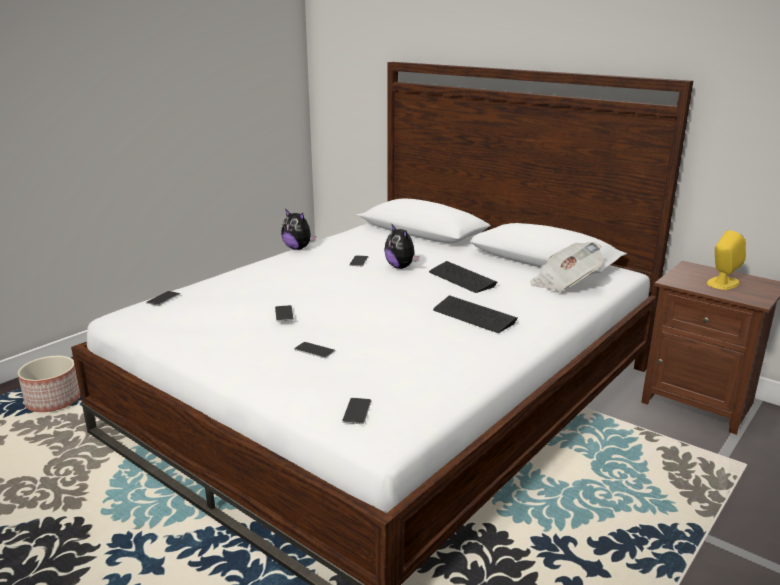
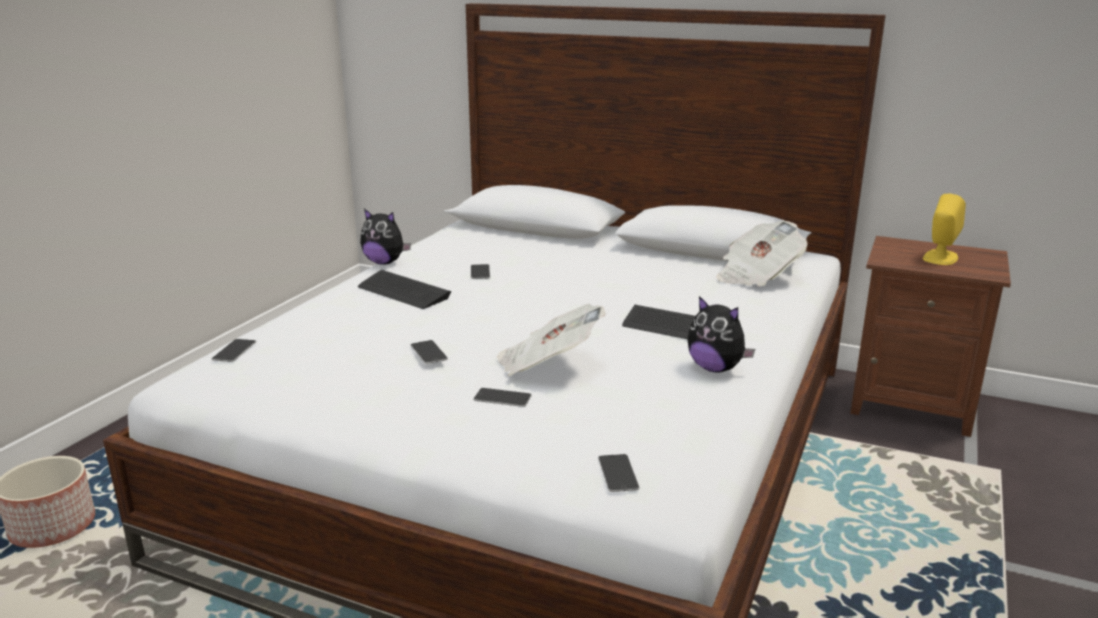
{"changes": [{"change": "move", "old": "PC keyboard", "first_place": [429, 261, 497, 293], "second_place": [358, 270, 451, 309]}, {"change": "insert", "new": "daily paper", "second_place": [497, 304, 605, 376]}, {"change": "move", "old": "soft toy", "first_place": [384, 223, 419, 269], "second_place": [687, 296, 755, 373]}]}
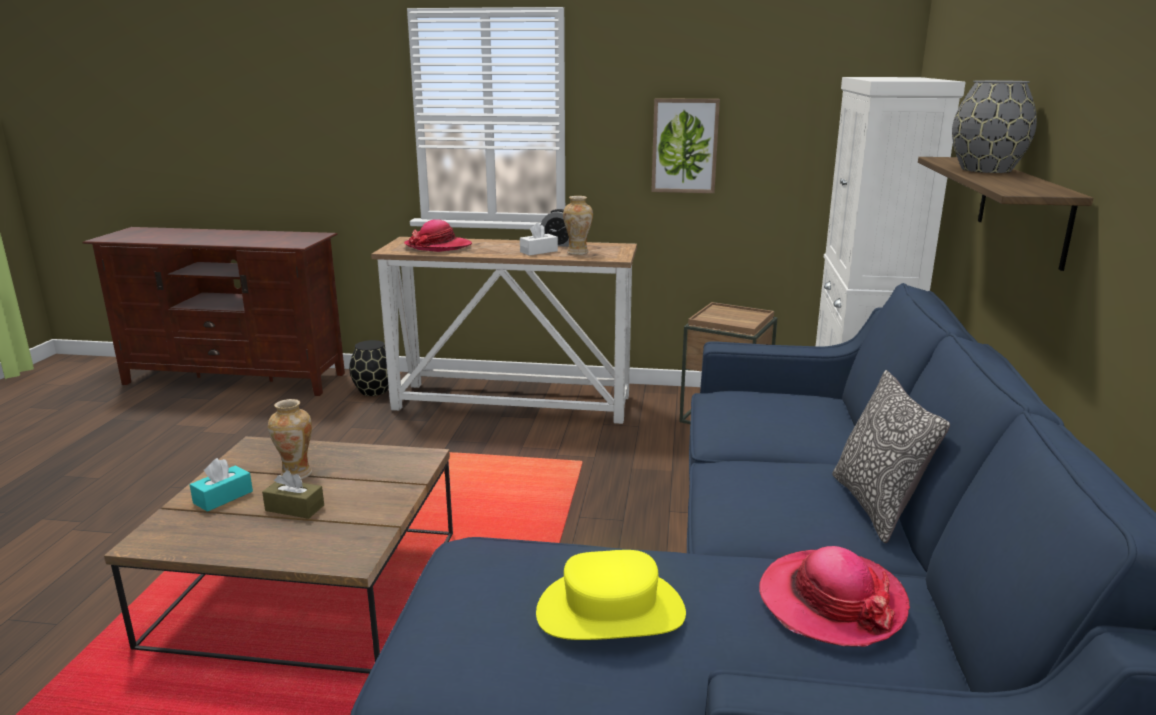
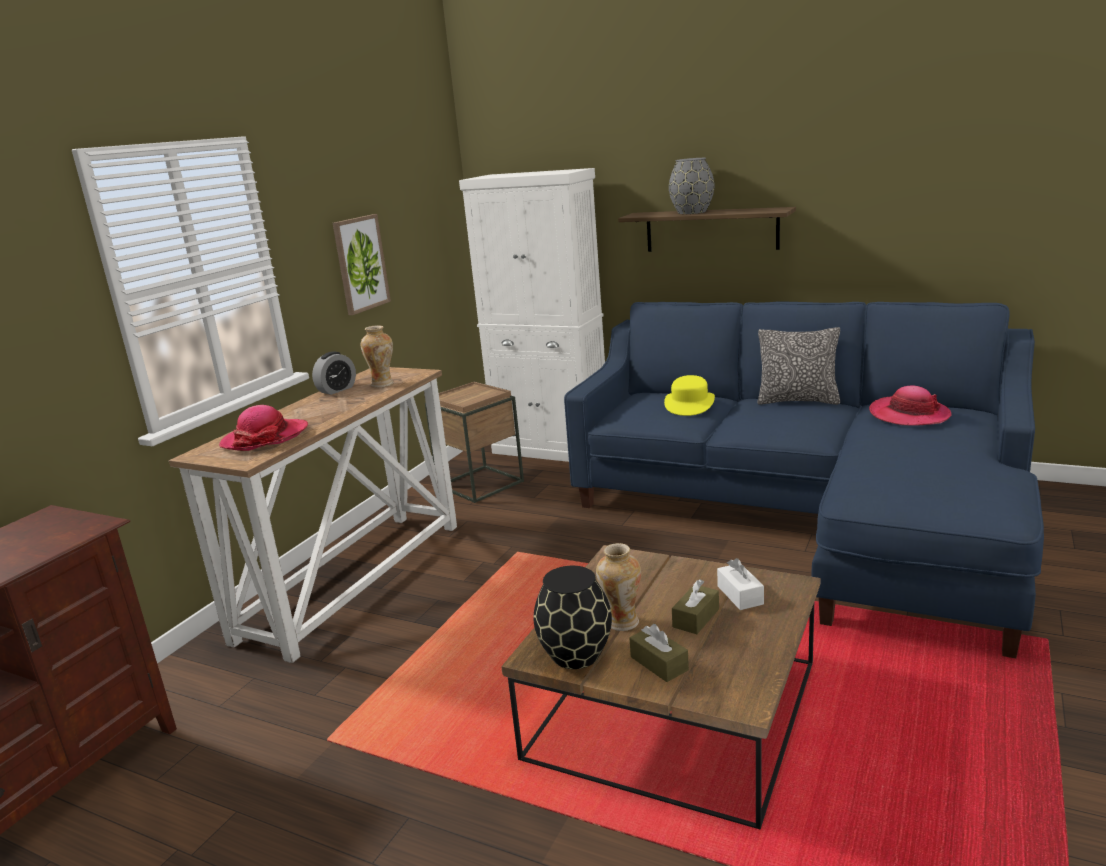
{"changes": [{"change": "move", "old": "black-coloured flower vase", "first_place": [349, 340, 389, 396], "second_place": [534, 566, 612, 669]}, {"change": "recolor", "old": "turquoise-coloured tissue box", "new": "brownish tissue box", "first_place": [190, 458, 253, 512], "second_place": [630, 624, 689, 682]}, {"change": "move", "old": "yellow clothing hat", "first_place": [536, 550, 686, 640], "second_place": [664, 375, 715, 416]}, {"change": "move", "old": "white tissue box", "first_place": [520, 223, 558, 256], "second_place": [717, 558, 764, 610]}]}
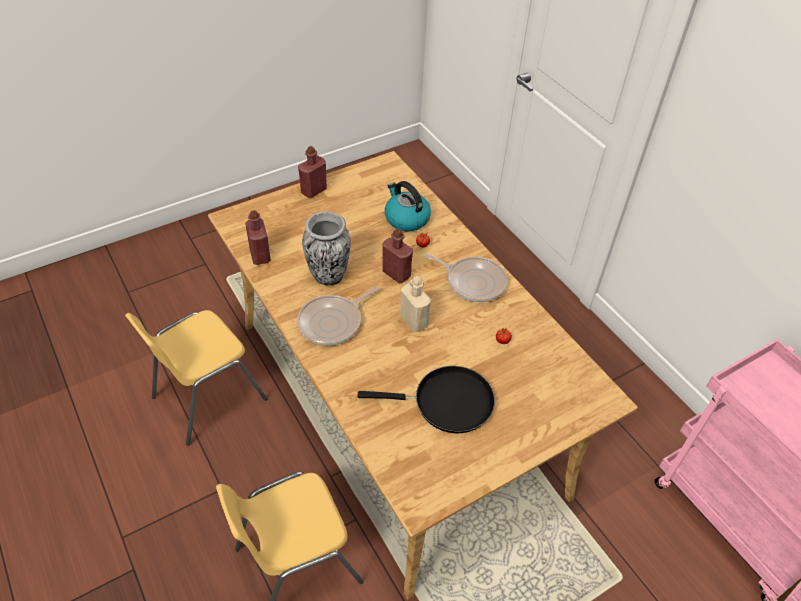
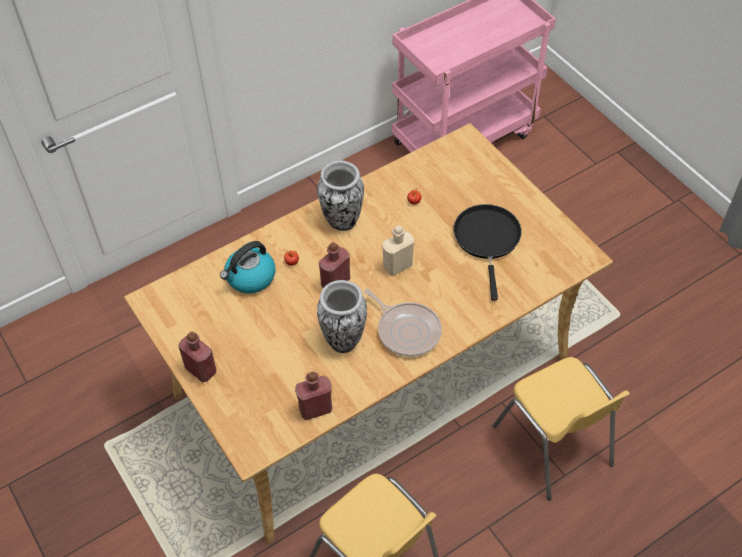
{"changes": [{"change": "replace", "old": "skillet", "new": "flower vase", "first_place": [424, 253, 508, 302], "second_place": [317, 161, 364, 231]}]}
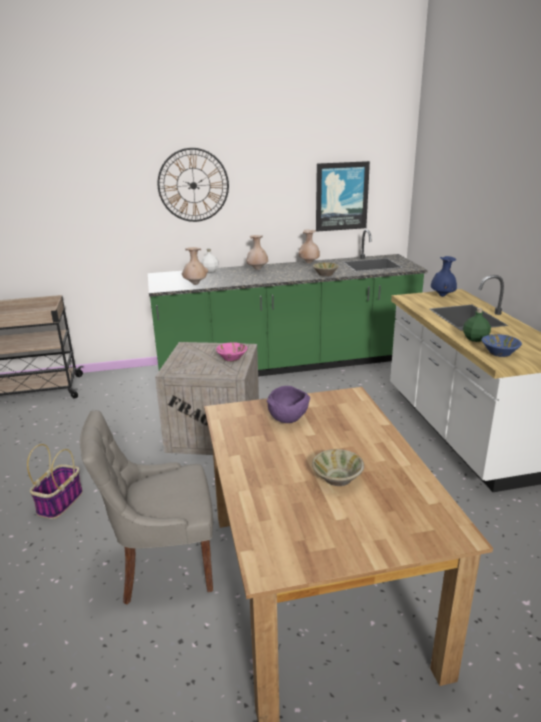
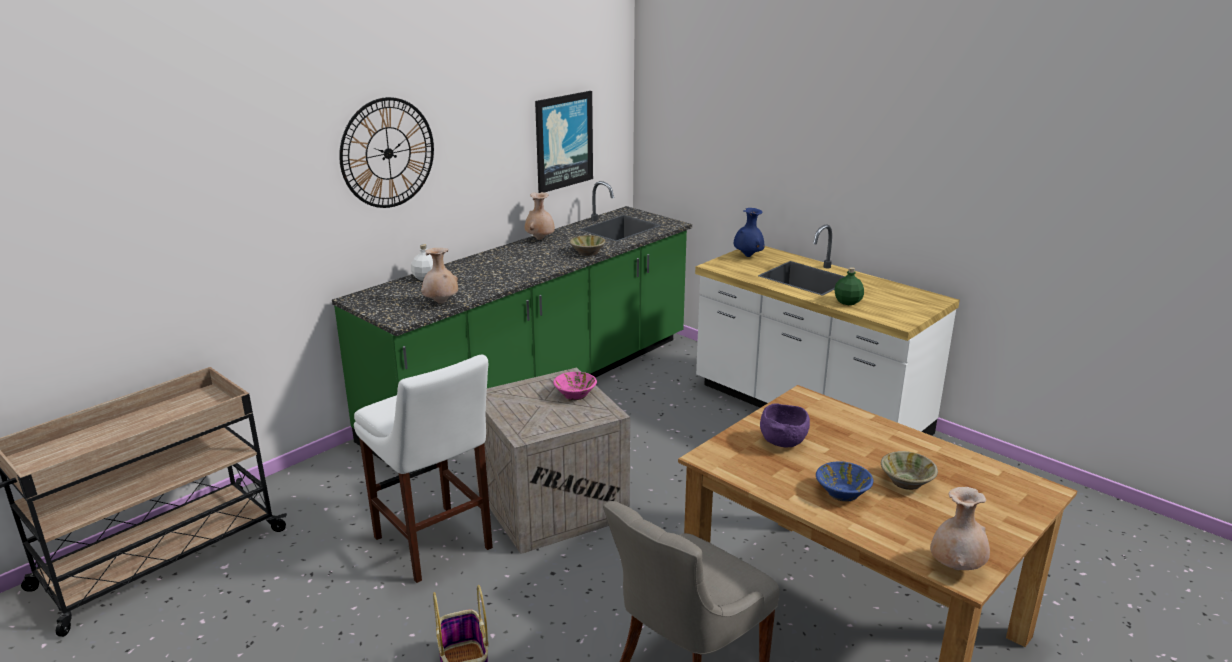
{"changes": [{"change": "insert", "new": "white sitting stool", "second_place": [354, 355, 493, 583]}, {"change": "move", "old": "blue-coloured serving bowl", "first_place": [481, 334, 522, 357], "second_place": [816, 461, 874, 501]}, {"change": "move", "old": "beige-coloured flower vase", "first_place": [246, 235, 268, 270], "second_place": [930, 487, 990, 570]}]}
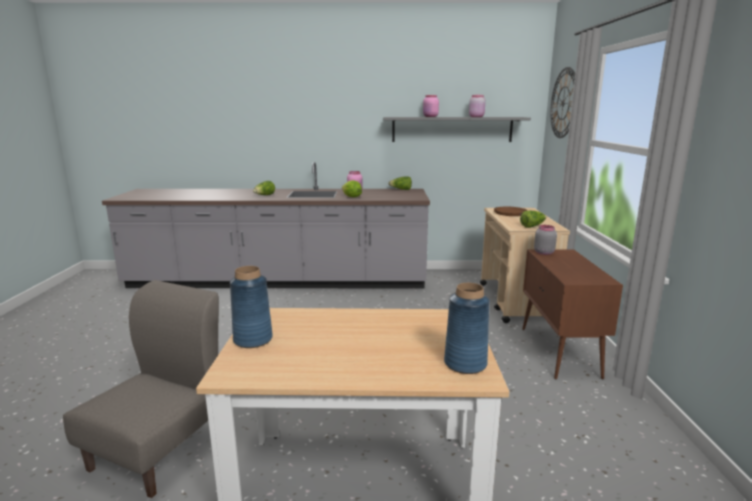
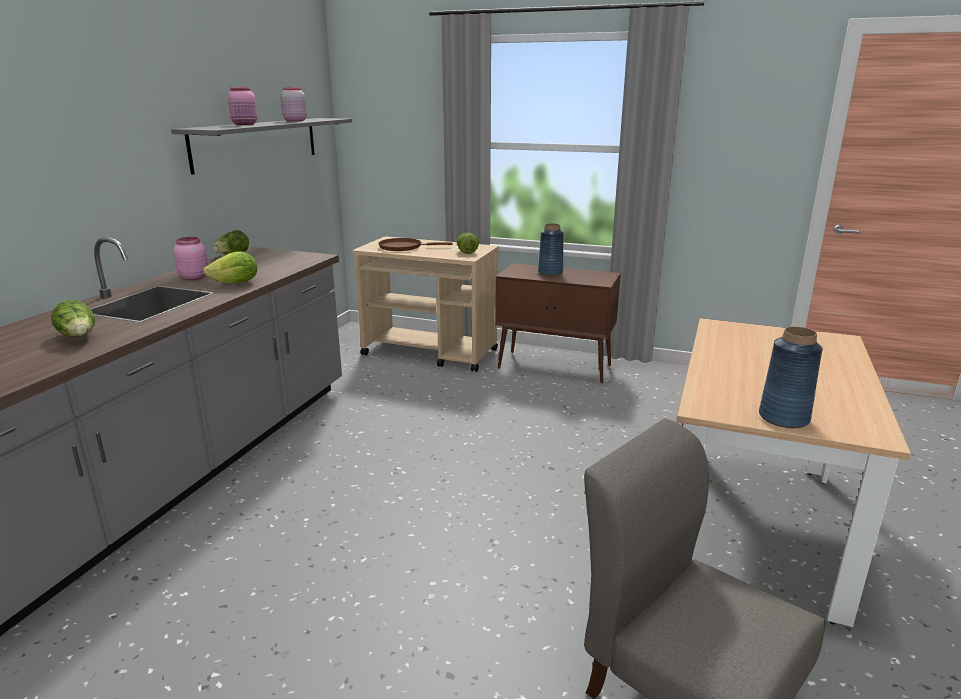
{"changes": [{"change": "move", "old": "blue-coloured flower vase", "first_place": [444, 283, 490, 374], "second_place": [538, 223, 564, 276]}, {"change": "delete", "old": "greyish jar", "first_place": [534, 225, 557, 255]}, {"change": "delete", "old": "hanging clock", "first_place": [550, 67, 575, 138]}]}
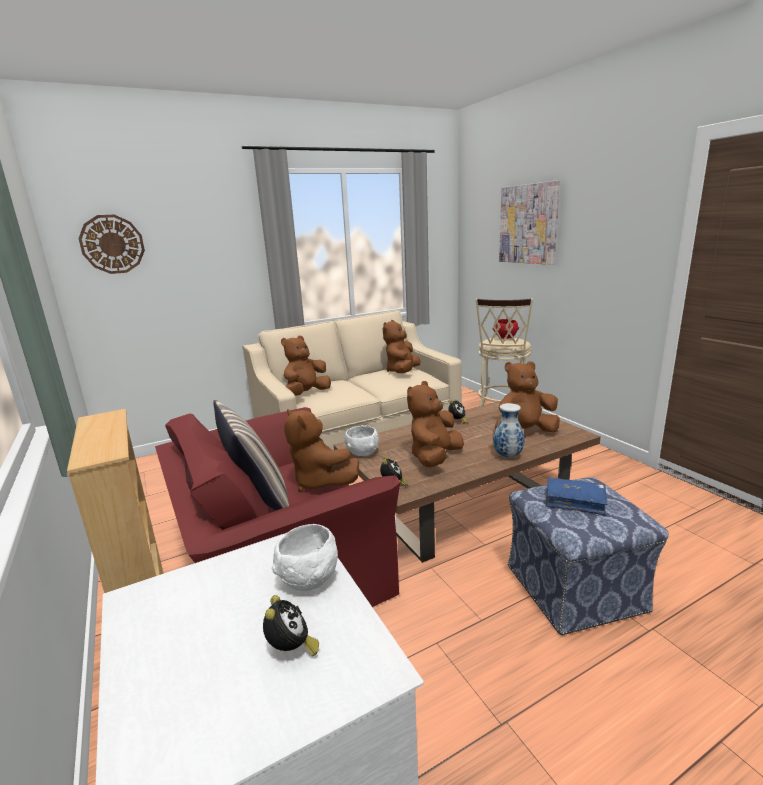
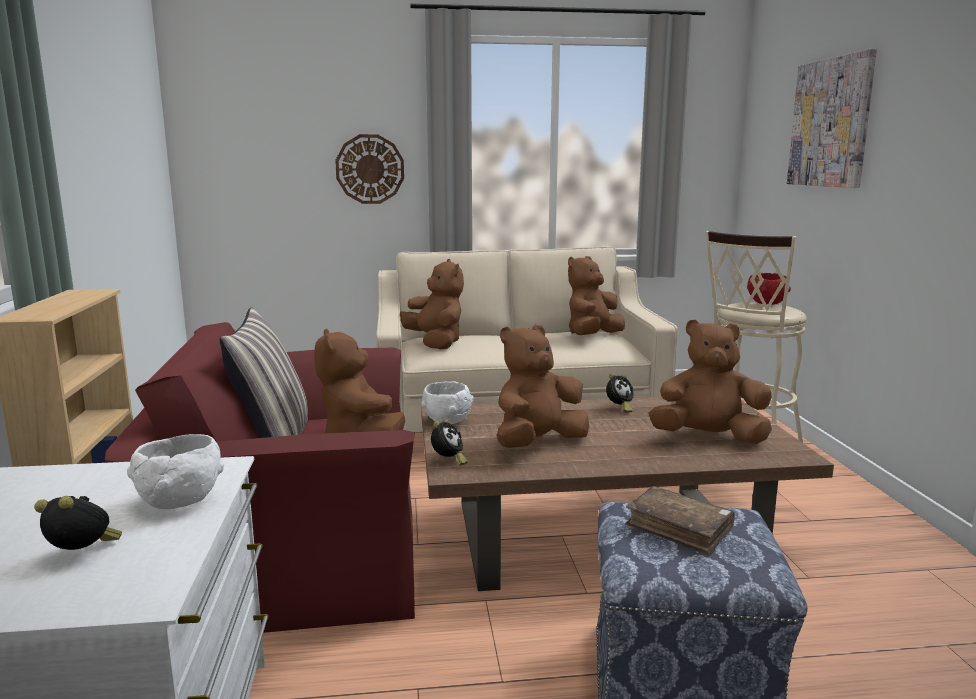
{"changes": [{"change": "rotate", "old": "bedside clock", "first_place": [263, 595, 319, 656], "second_place": [34, 496, 122, 550], "degrees": -90}, {"change": "move", "old": "hanging clock", "first_place": [78, 215, 145, 274], "second_place": [335, 134, 404, 204]}, {"change": "rotate", "old": "brownish soft toy", "first_place": [281, 336, 331, 396], "second_place": [400, 259, 464, 349], "degrees": 90}, {"change": "recolor", "old": "blue-coloured book", "new": "brownish book", "first_place": [545, 477, 608, 515], "second_place": [625, 486, 735, 556]}, {"change": "delete", "old": "flower vase", "first_place": [493, 403, 524, 458]}]}
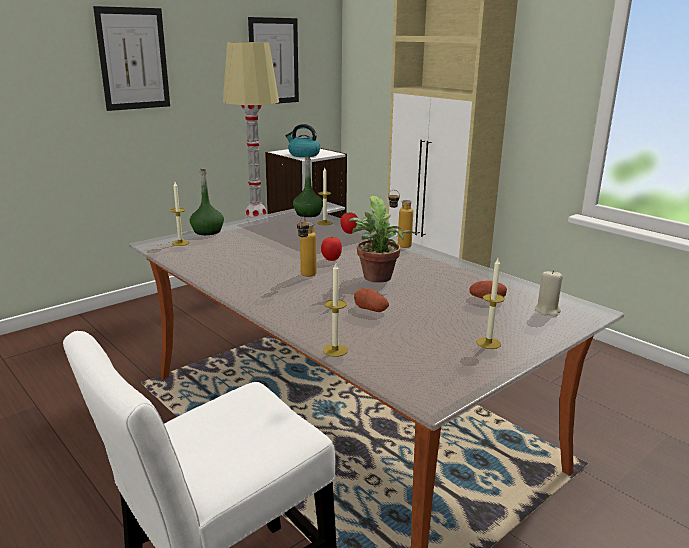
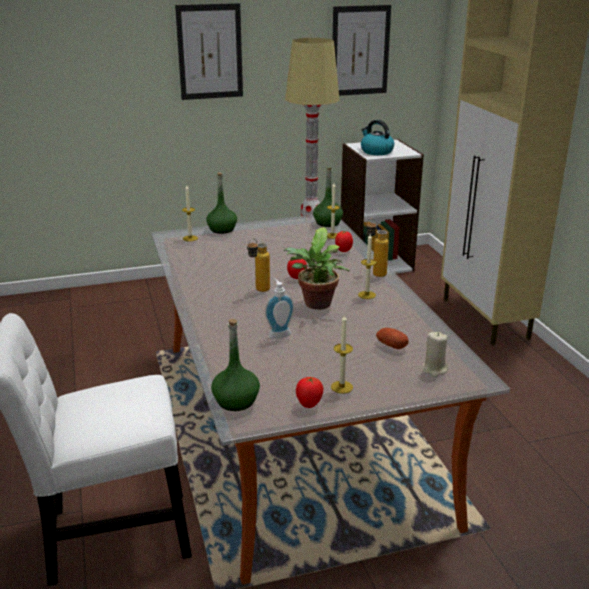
{"changes": [{"change": "insert", "new": "green bottle", "second_place": [211, 319, 260, 411]}, {"change": "replace", "old": "potato", "new": "soap bottle", "first_place": [354, 288, 389, 312], "second_place": [265, 279, 294, 339]}, {"change": "insert", "new": "whole tomato", "second_place": [296, 377, 324, 408]}, {"change": "move", "old": "wax candle", "first_place": [323, 263, 348, 357], "second_place": [358, 234, 376, 299]}]}
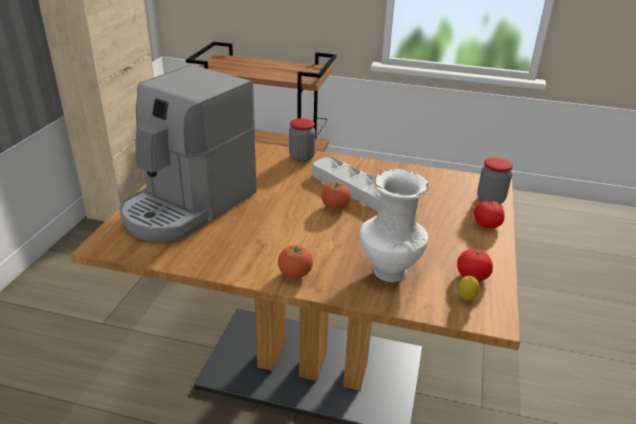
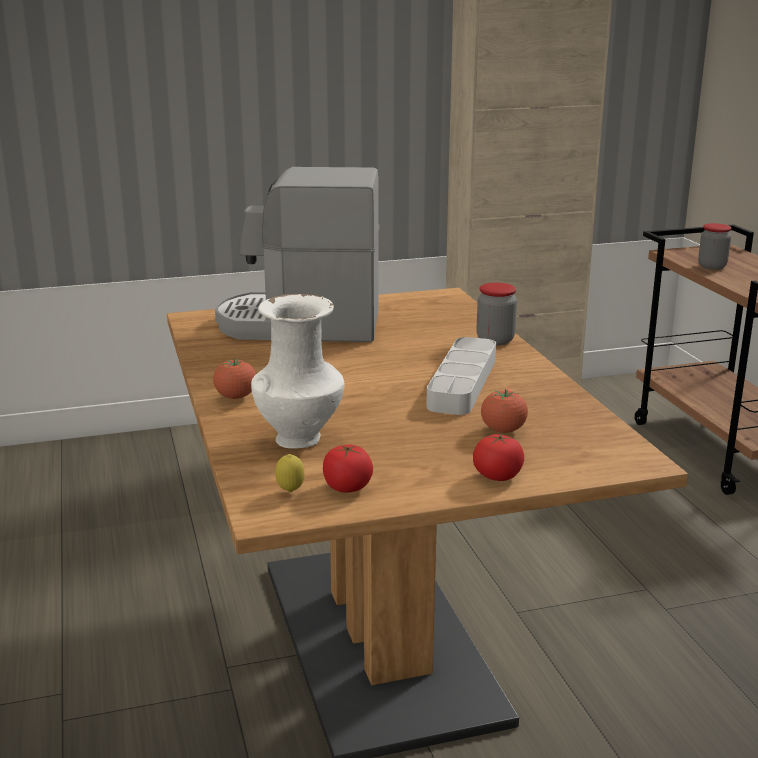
{"changes": [{"change": "move", "old": "whole tomato", "first_place": [321, 182, 351, 209], "second_place": [481, 389, 528, 433]}, {"change": "move", "old": "jar", "first_place": [477, 157, 513, 204], "second_place": [698, 223, 731, 270]}]}
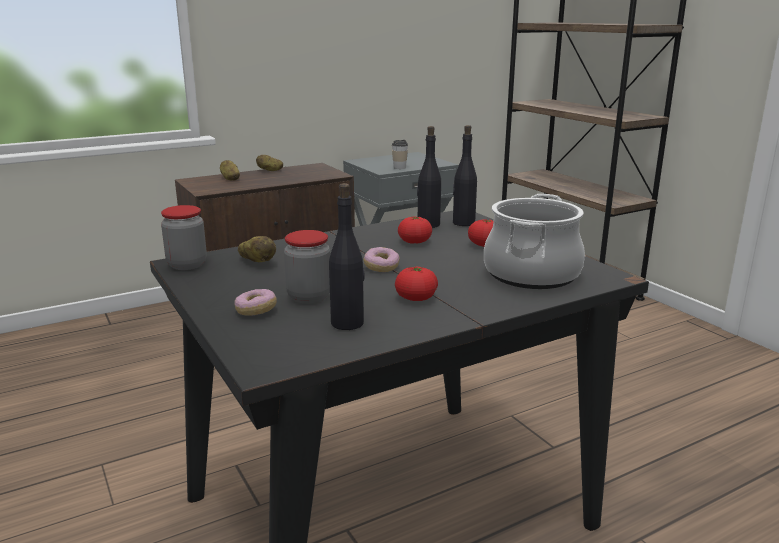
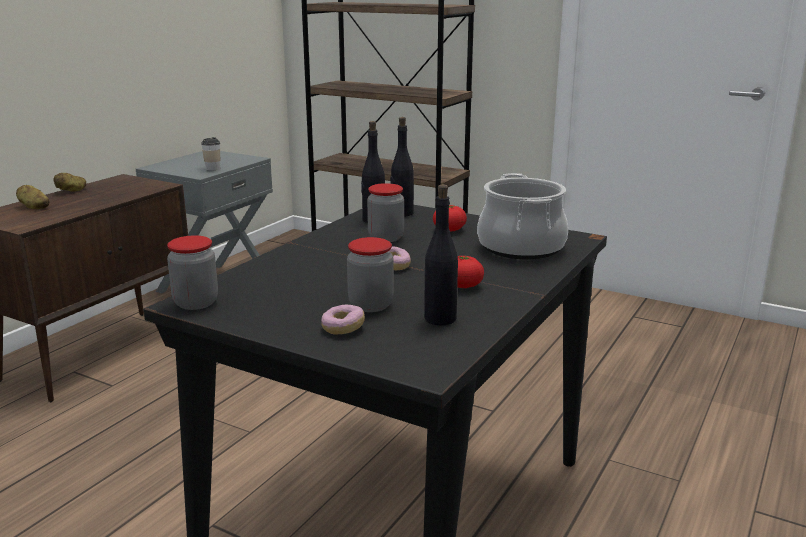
{"changes": [{"change": "replace", "old": "whole tomato", "new": "jar", "first_place": [398, 217, 432, 244], "second_place": [367, 183, 404, 242]}, {"change": "delete", "old": "potato", "first_place": [238, 236, 276, 262]}]}
